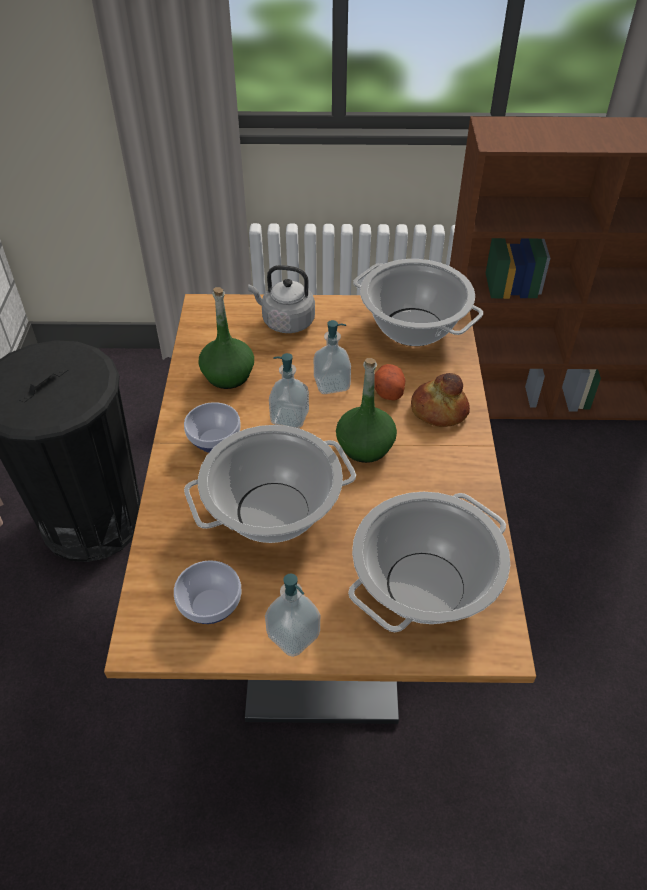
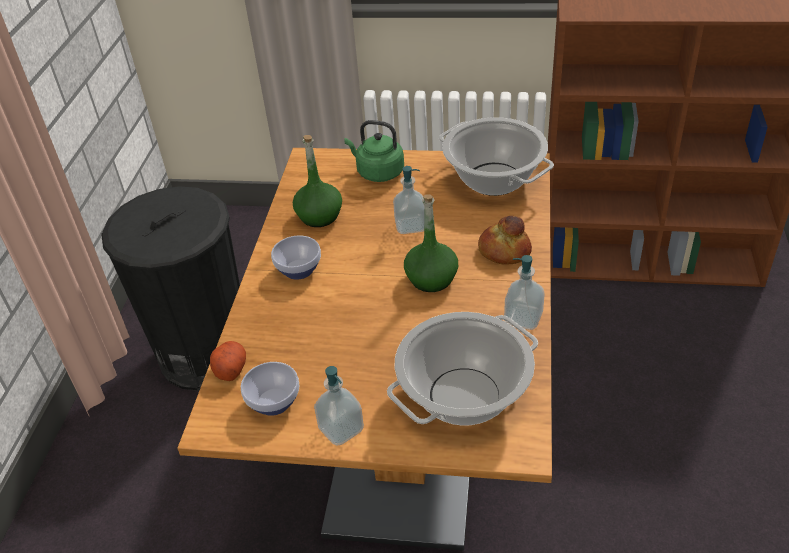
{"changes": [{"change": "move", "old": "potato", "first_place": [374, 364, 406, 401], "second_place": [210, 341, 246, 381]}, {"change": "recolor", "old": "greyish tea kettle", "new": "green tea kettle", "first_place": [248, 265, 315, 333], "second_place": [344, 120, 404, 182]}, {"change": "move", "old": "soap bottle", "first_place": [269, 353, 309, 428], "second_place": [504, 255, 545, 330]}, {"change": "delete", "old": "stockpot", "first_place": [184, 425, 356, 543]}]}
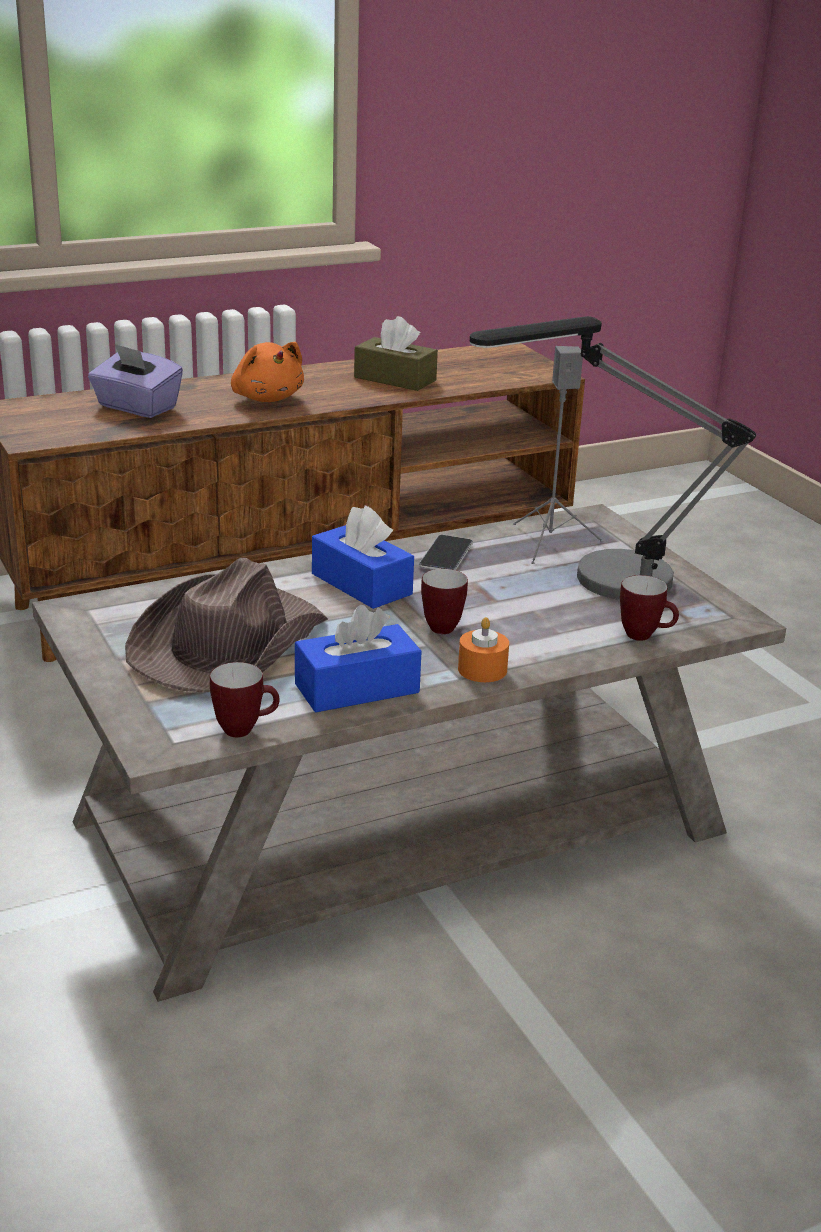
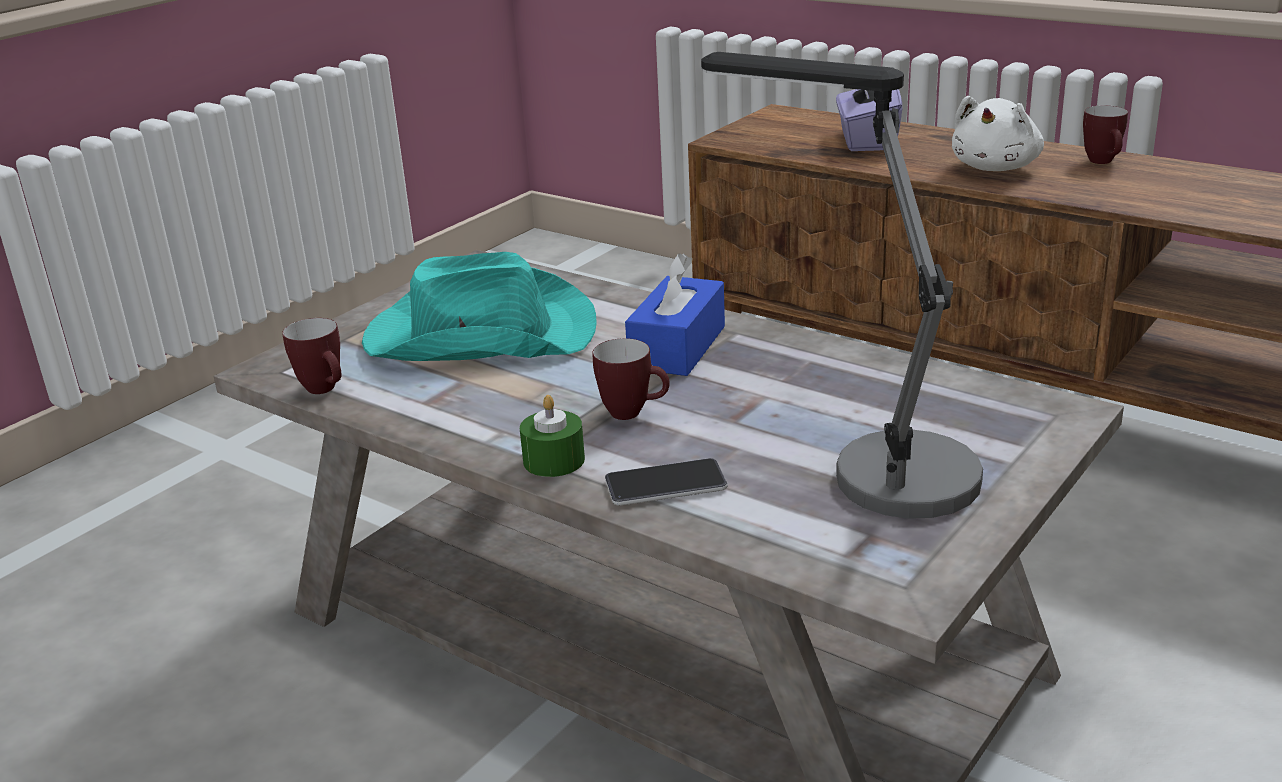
{"changes": [{"change": "recolor", "old": "brownish clothing hat", "new": "turquoise-coloured clothing hat", "first_place": [125, 558, 328, 692], "second_place": [362, 252, 597, 361]}, {"change": "recolor", "old": "orangey wax candle", "new": "green wax candle", "first_place": [458, 617, 509, 682], "second_place": [520, 395, 585, 477]}, {"change": "move", "old": "phone", "first_place": [419, 535, 473, 570], "second_place": [605, 458, 728, 506]}, {"change": "recolor", "old": "orangey soft toy", "new": "white soft toy", "first_place": [231, 342, 304, 402], "second_place": [952, 96, 1044, 171]}, {"change": "move", "old": "coffee mug", "first_place": [620, 575, 679, 641], "second_place": [1083, 105, 1128, 164]}, {"change": "delete", "old": "blue-coloured tissue box", "first_place": [295, 605, 422, 712]}, {"change": "delete", "old": "brownish tissue box", "first_place": [354, 316, 438, 391]}, {"change": "delete", "old": "greyish audio speaker", "first_place": [513, 346, 603, 564]}]}
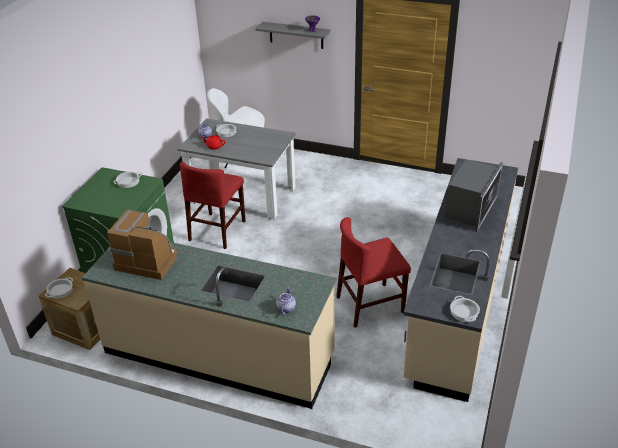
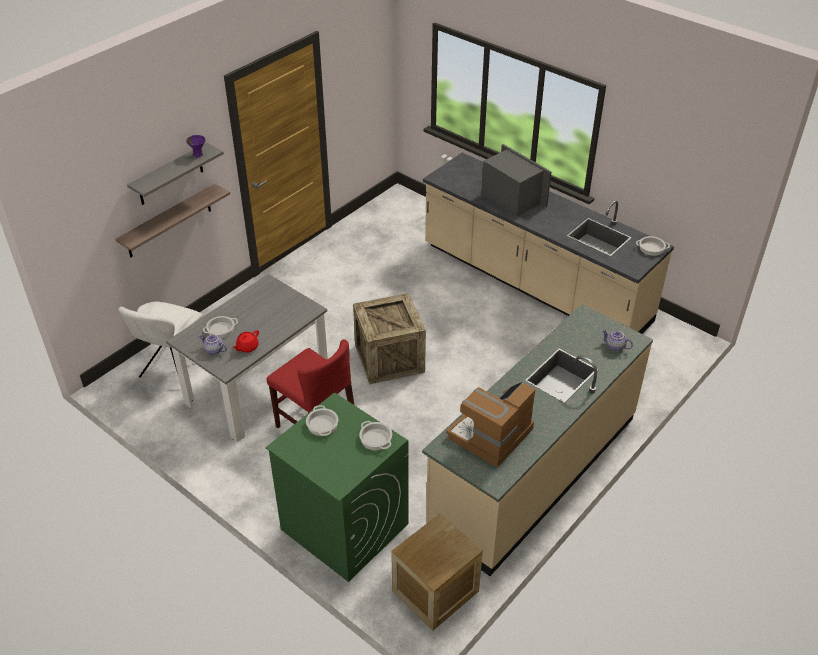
{"changes": [{"change": "insert", "new": "bracket shelf", "second_place": [115, 183, 230, 257]}, {"change": "insert", "new": "packing crate", "second_place": [353, 293, 426, 384]}, {"change": "move", "old": "stockpot", "first_place": [45, 277, 73, 299], "second_place": [359, 421, 392, 450]}, {"change": "delete", "old": "reddish upright chair", "first_place": [336, 217, 411, 328]}]}
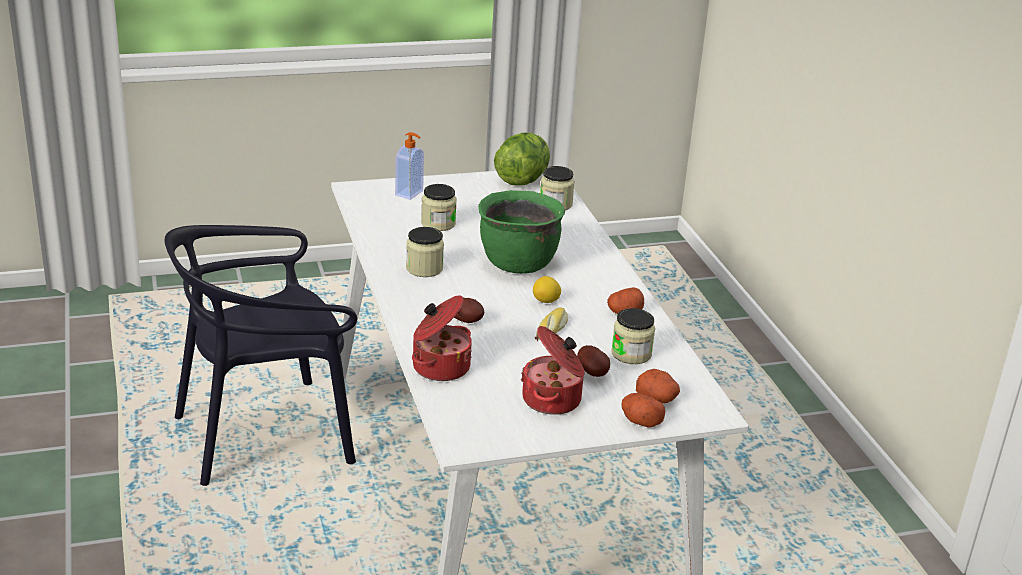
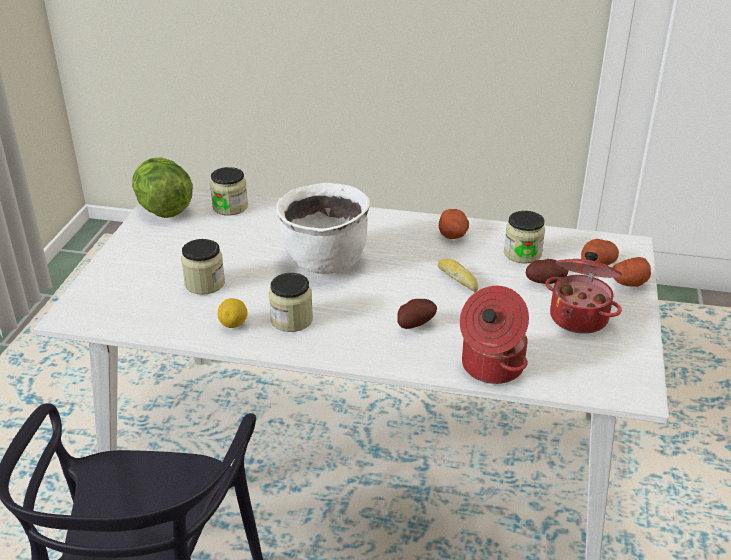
{"changes": [{"change": "move", "old": "whole lemon", "first_place": [533, 276, 561, 303], "second_place": [218, 298, 248, 328]}, {"change": "recolor", "old": "green stockpot", "new": "white stockpot", "first_place": [478, 190, 565, 274], "second_place": [276, 183, 370, 274]}, {"change": "delete", "old": "soap bottle", "first_place": [395, 132, 424, 200]}]}
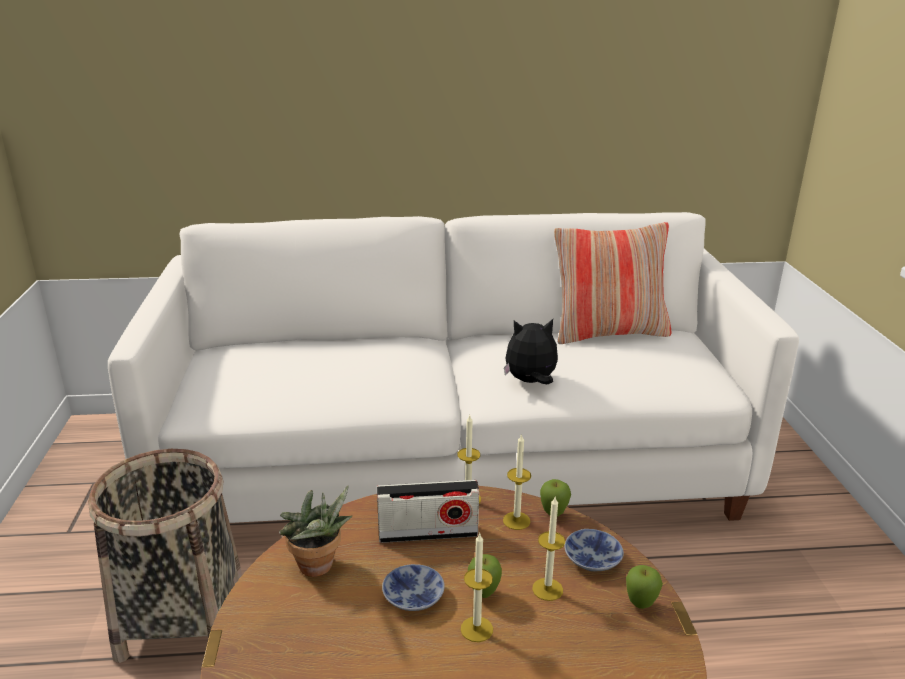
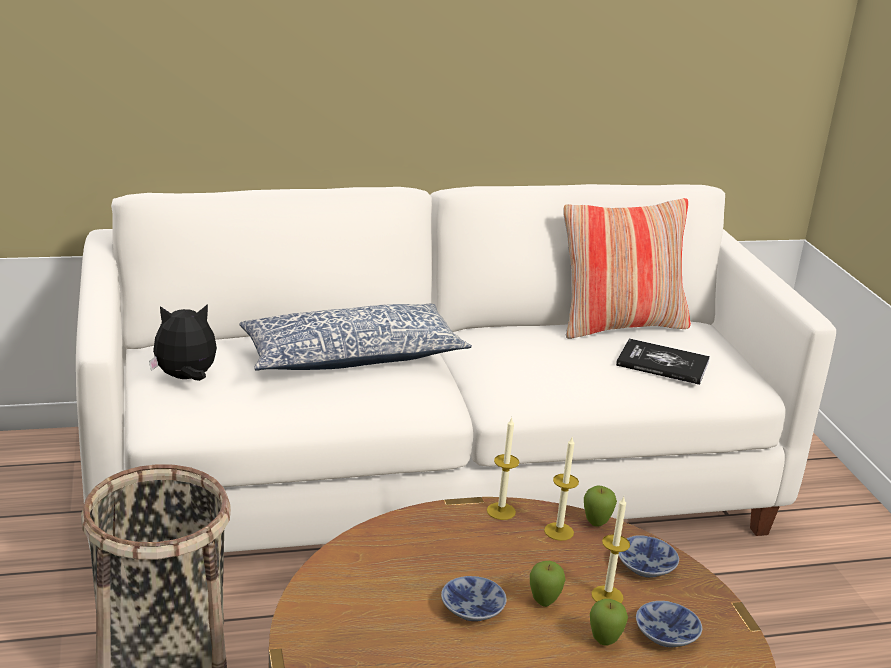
{"changes": [{"change": "move", "old": "soft toy", "first_place": [504, 319, 558, 385], "second_place": [149, 304, 217, 381]}, {"change": "insert", "new": "throw pillow", "second_place": [239, 304, 472, 371]}, {"change": "move", "old": "apple fruit", "first_place": [626, 565, 663, 609], "second_place": [590, 599, 628, 646]}, {"change": "insert", "new": "book", "second_place": [616, 338, 710, 385]}, {"change": "insert", "new": "serving bowl", "second_place": [636, 601, 702, 647]}, {"change": "delete", "old": "plant in a pot", "first_place": [279, 486, 353, 577]}, {"change": "delete", "old": "radio set", "first_place": [377, 480, 479, 543]}, {"change": "delete", "old": "wax candle", "first_place": [461, 532, 493, 642]}]}
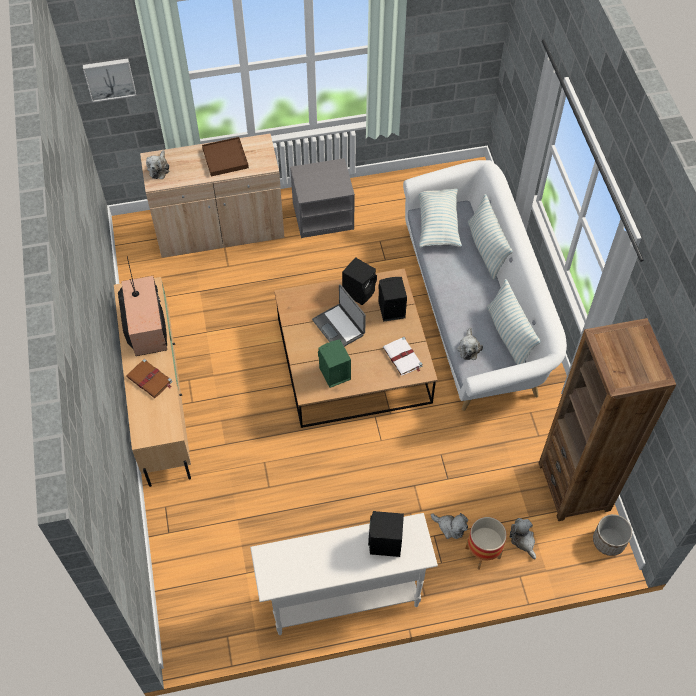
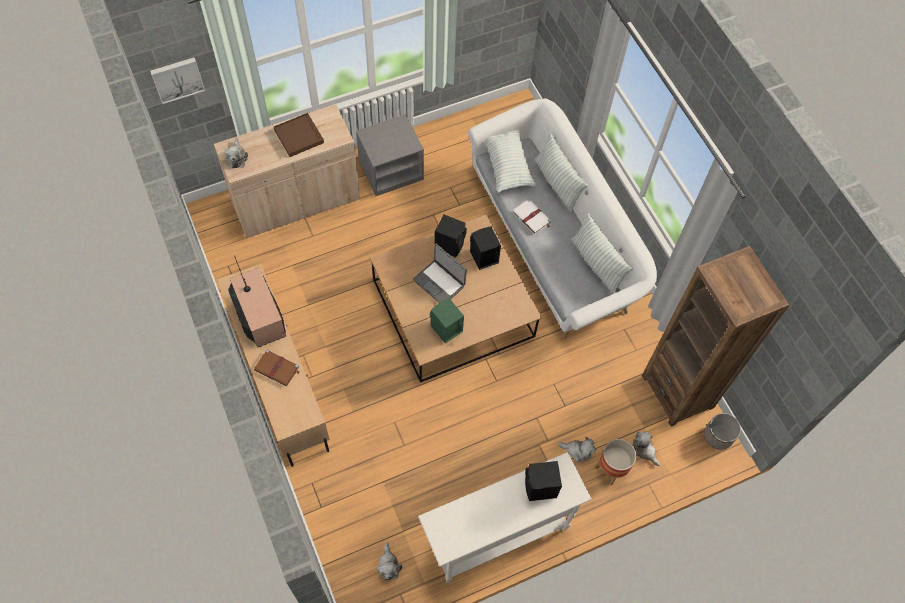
{"changes": [{"change": "move", "old": "soft toy", "first_place": [457, 327, 483, 360], "second_place": [376, 542, 402, 580]}, {"change": "move", "old": "white book", "first_place": [383, 337, 422, 376], "second_place": [513, 199, 551, 234]}]}
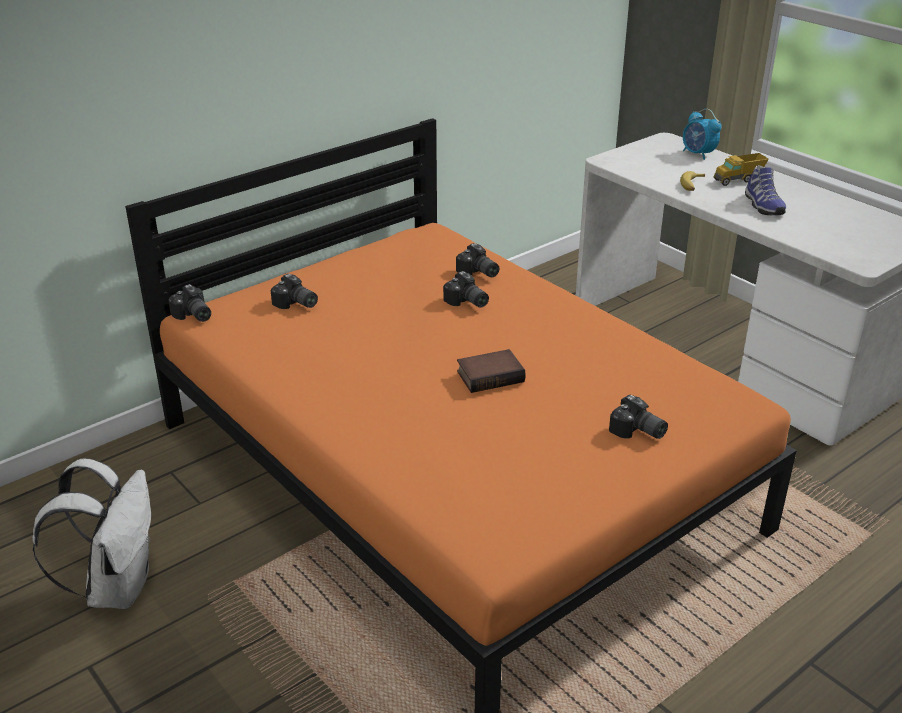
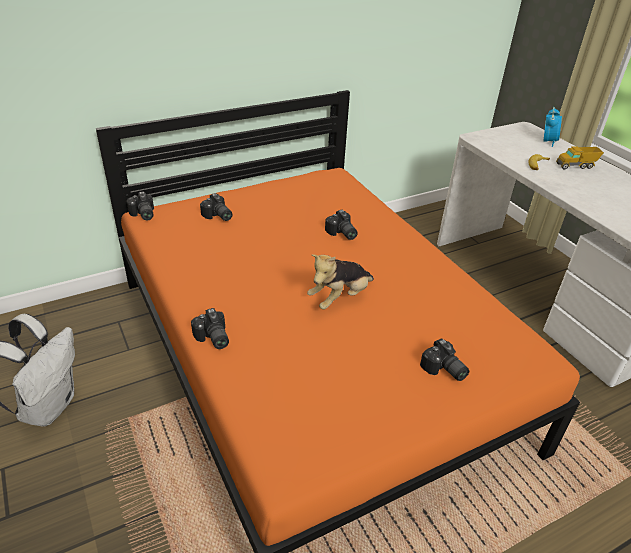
{"changes": [{"change": "move", "old": "still camera", "first_place": [456, 243, 499, 277], "second_place": [191, 308, 229, 349]}, {"change": "replace", "old": "book", "new": "soft toy", "first_place": [457, 349, 526, 393], "second_place": [307, 254, 374, 310]}, {"change": "rotate", "old": "bedside clock", "first_place": [683, 109, 722, 160], "second_place": [544, 107, 562, 147], "degrees": -135}, {"change": "delete", "old": "low shoe", "first_place": [745, 165, 786, 215]}]}
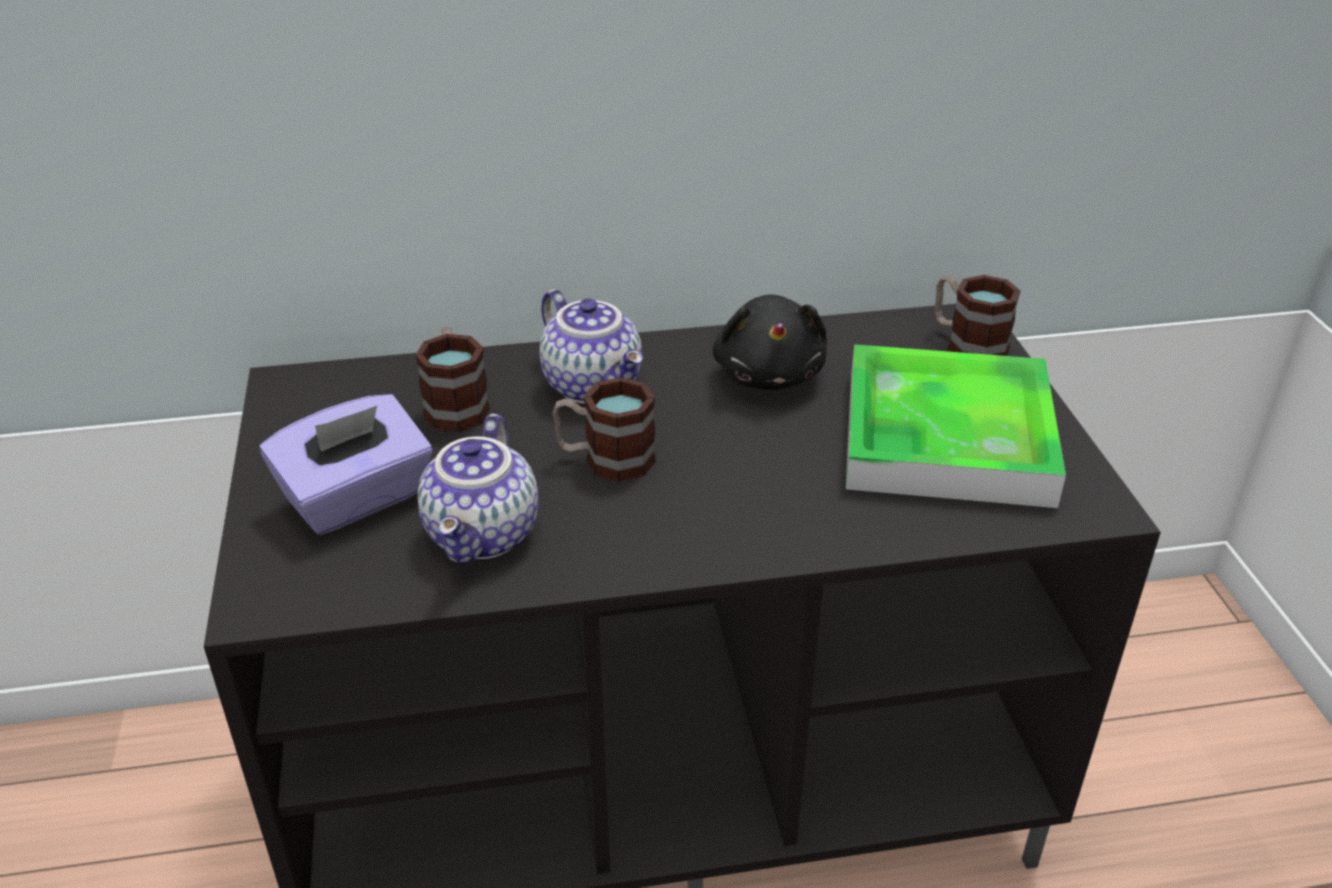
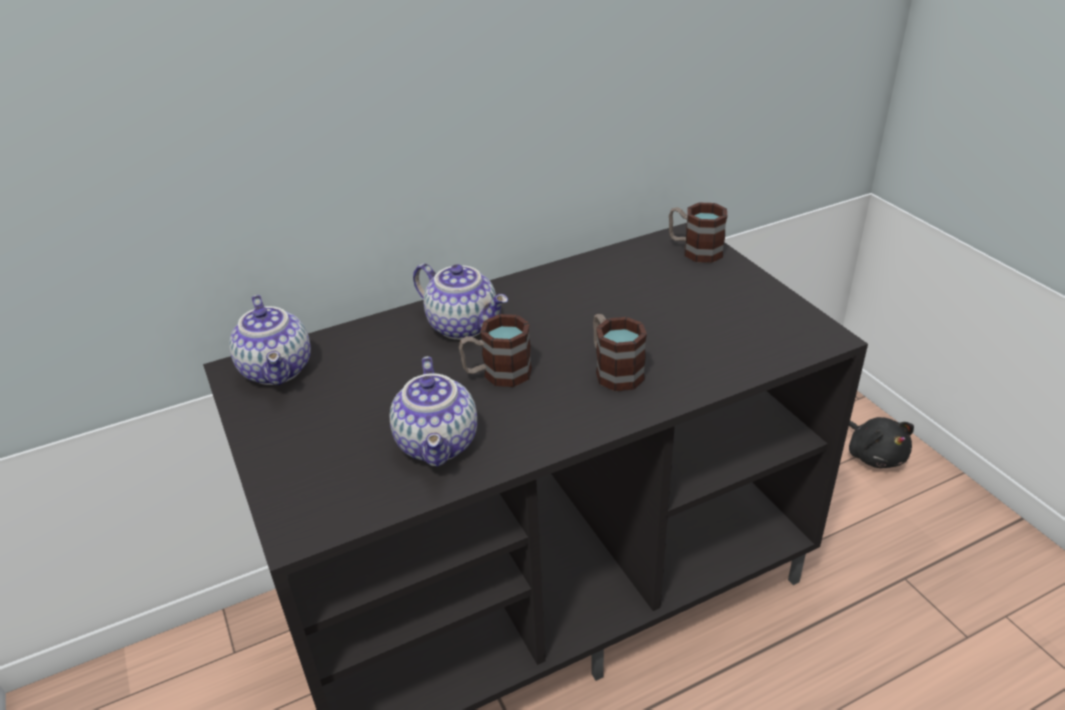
{"changes": [{"change": "insert", "new": "teapot", "second_place": [229, 295, 311, 385]}, {"change": "move", "old": "coffee mug", "first_place": [415, 327, 490, 432], "second_place": [593, 314, 647, 391]}, {"change": "move", "old": "black-coloured soft toy", "first_place": [713, 294, 827, 390], "second_place": [849, 417, 914, 468]}, {"change": "delete", "old": "purplish tissue box", "first_place": [260, 394, 432, 535]}, {"change": "delete", "old": "serving tray", "first_place": [846, 344, 1066, 508]}]}
